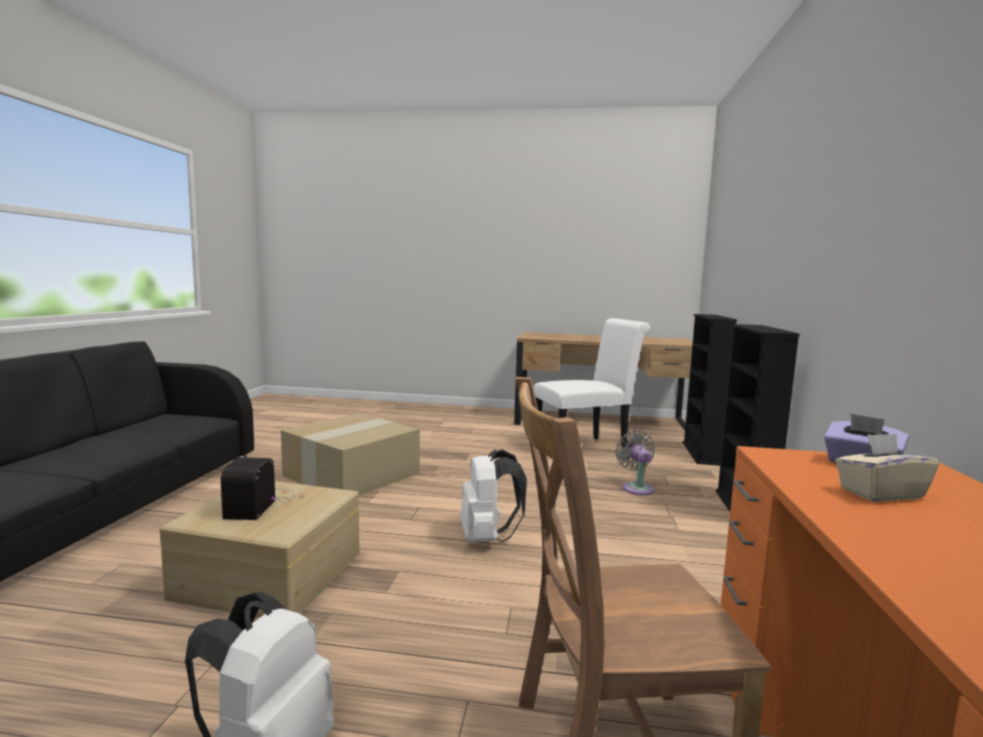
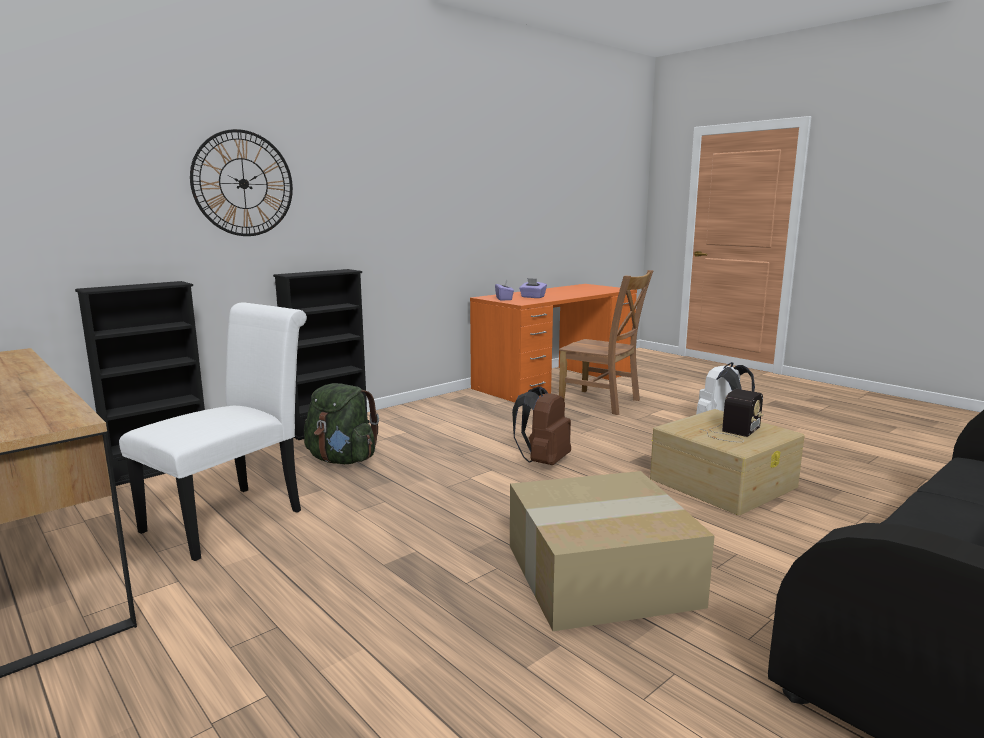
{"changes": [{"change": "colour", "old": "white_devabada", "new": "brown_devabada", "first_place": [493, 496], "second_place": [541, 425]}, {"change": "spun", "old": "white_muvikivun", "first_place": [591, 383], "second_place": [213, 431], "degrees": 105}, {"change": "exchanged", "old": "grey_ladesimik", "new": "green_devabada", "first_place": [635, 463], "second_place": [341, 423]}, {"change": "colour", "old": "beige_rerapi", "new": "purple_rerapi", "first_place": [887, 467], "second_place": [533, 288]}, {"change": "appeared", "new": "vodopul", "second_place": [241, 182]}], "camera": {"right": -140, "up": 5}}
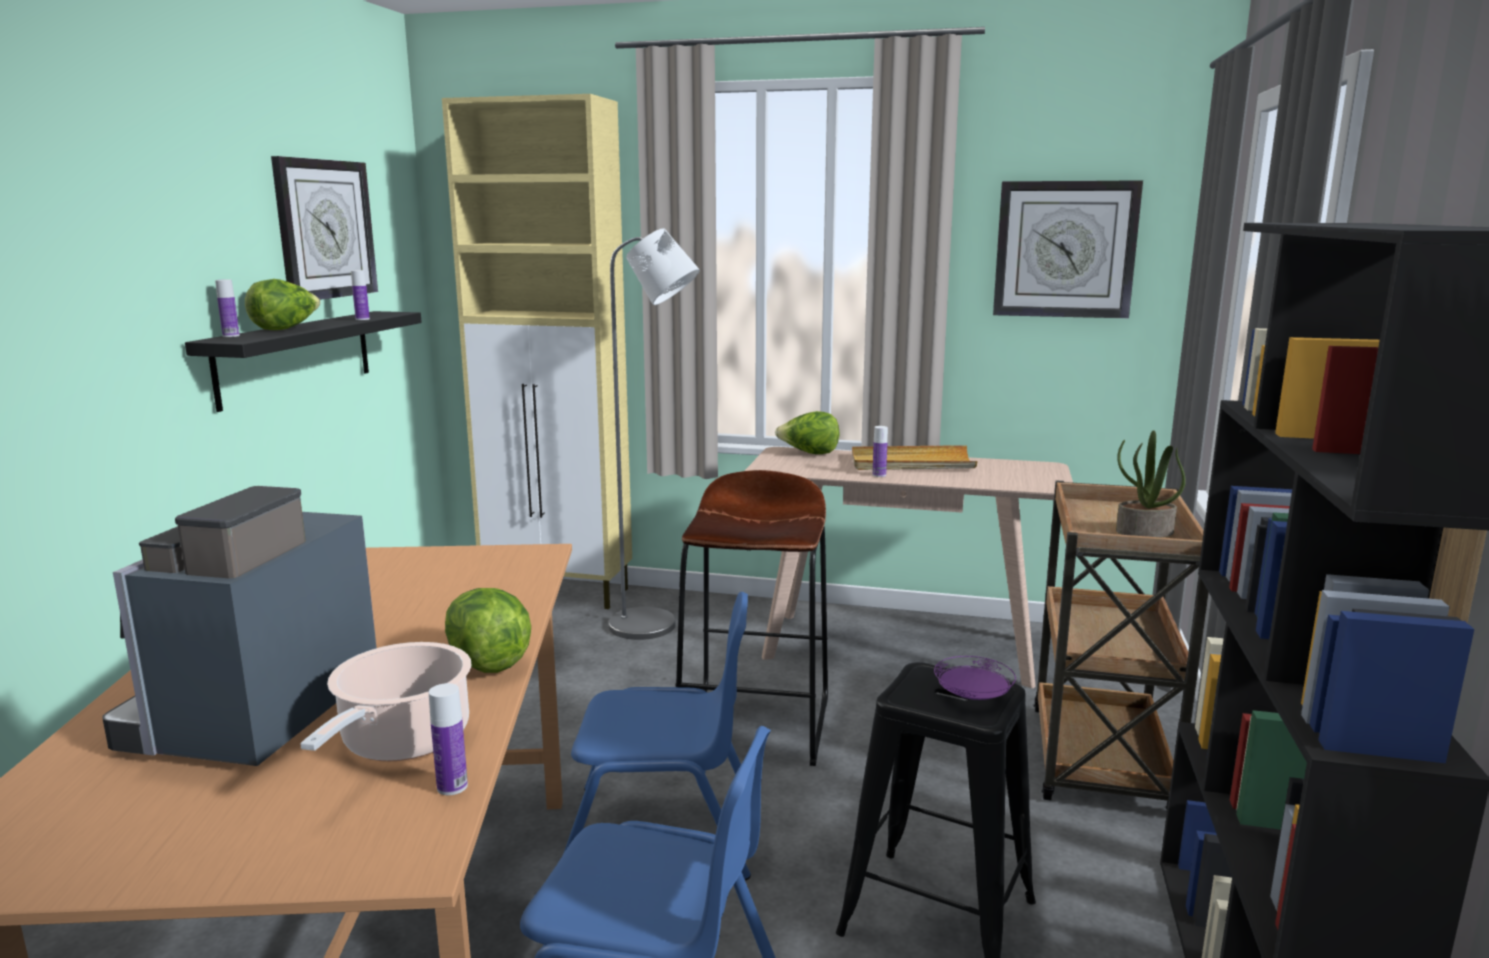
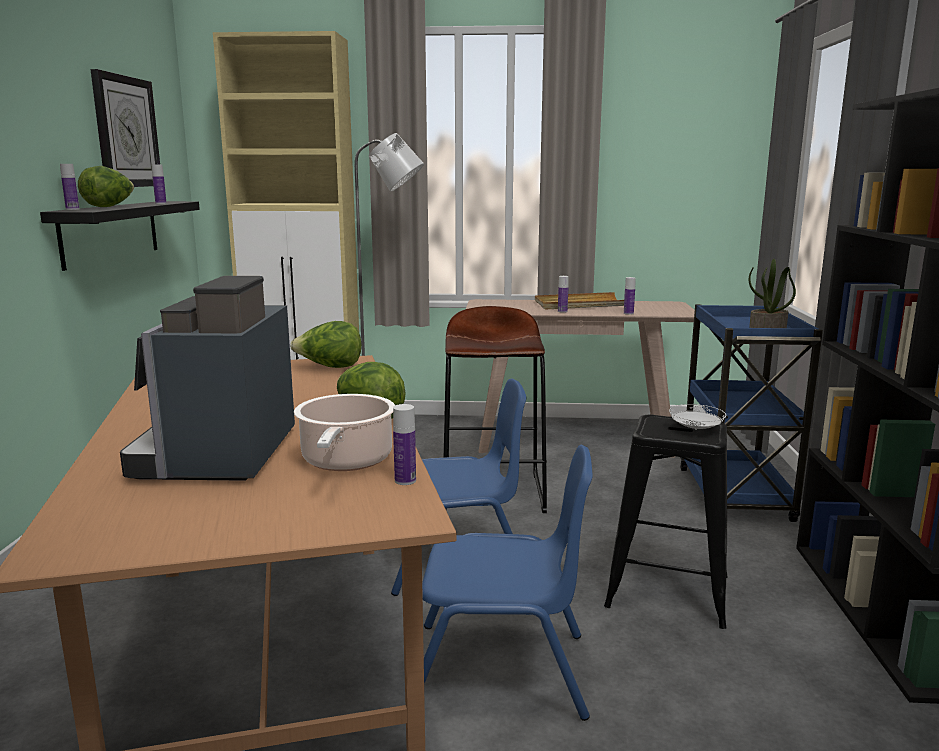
{"changes": [{"change": "relocated", "old": "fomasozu", "first_place": [807, 432], "second_place": [325, 344]}, {"change": "colour", "old": "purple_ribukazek", "new": "white_ribukazek", "first_place": [975, 678], "second_place": [697, 417]}, {"change": "missing", "old": "vodopul", "first_place": [1068, 249]}, {"change": "colour", "old": "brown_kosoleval", "new": "blue_kosoleval", "first_place": [1121, 644], "second_place": [751, 413]}, {"change": "appeared", "new": "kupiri", "second_place": [630, 296]}], "camera": {"right": -10, "up": 0}}
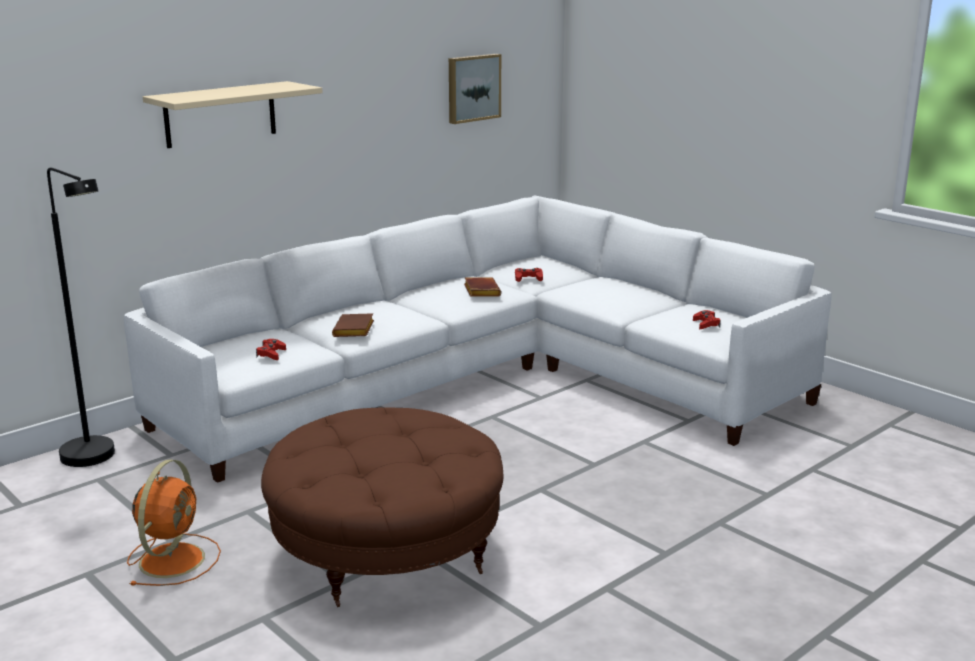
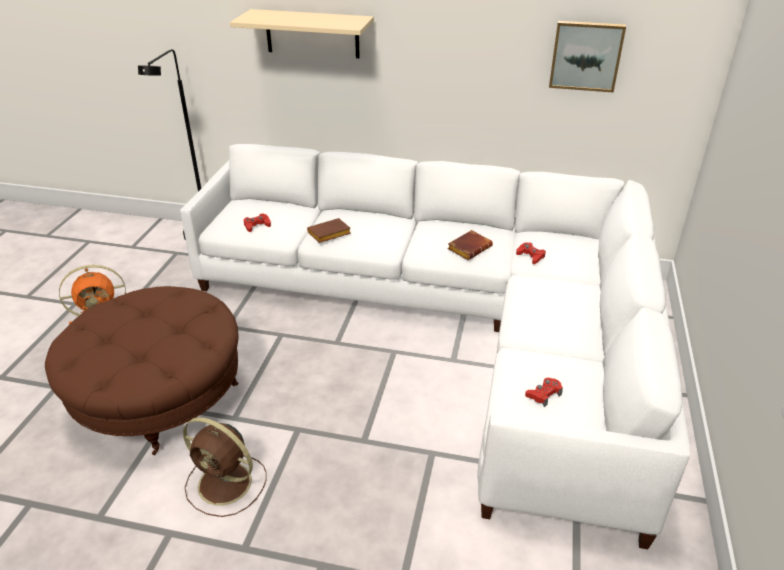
{"changes": [{"change": "appeared", "new": "brown_ladesimik", "second_place": [225, 467]}], "camera": {"right": 55, "up": 15}}
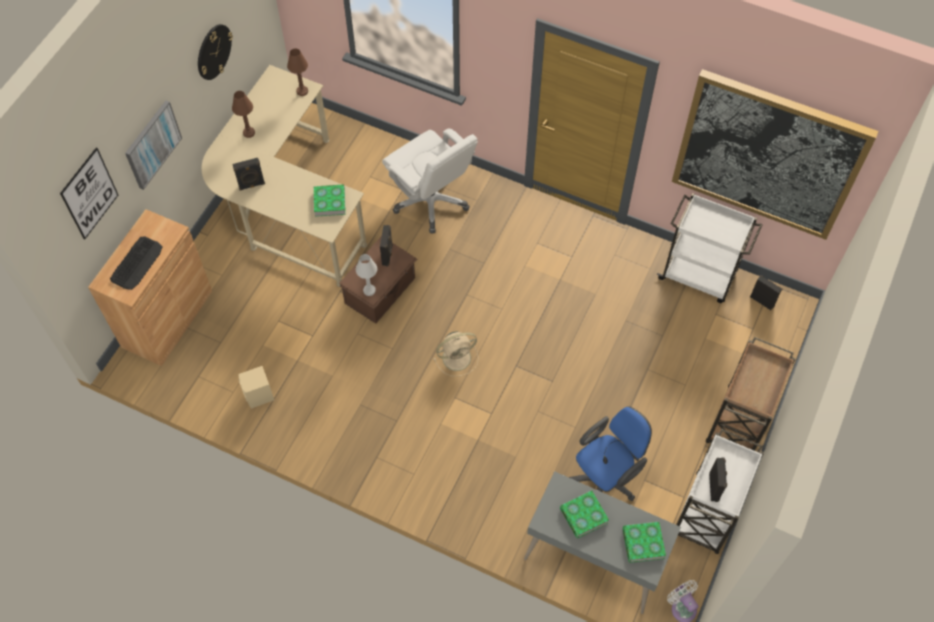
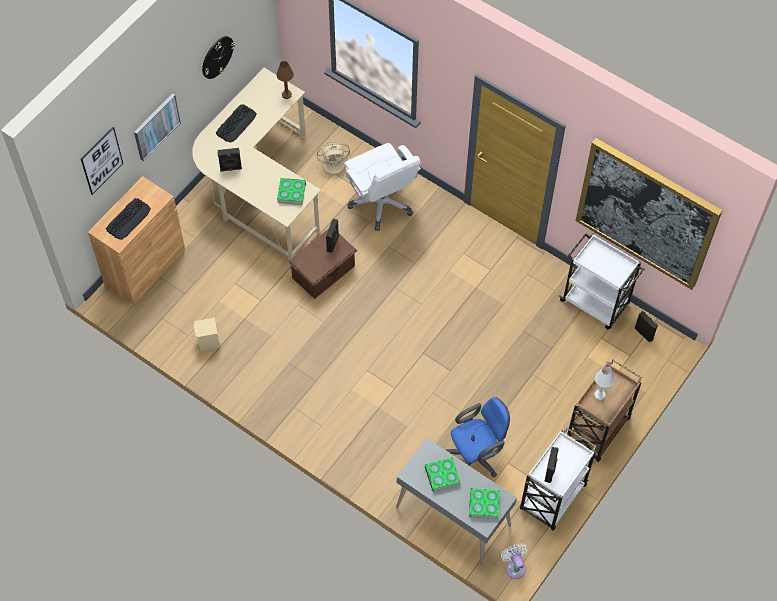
{"changes": [{"change": "exchanged", "old": "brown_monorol", "new": "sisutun", "first_place": [243, 114], "second_place": [236, 123]}, {"change": "relocated", "old": "white_monorol", "first_place": [366, 275], "second_place": [604, 383]}, {"change": "relocated", "old": "beige_ladesimik", "first_place": [456, 353], "second_place": [333, 160]}], "camera": {"right": 10, "up": 0}}
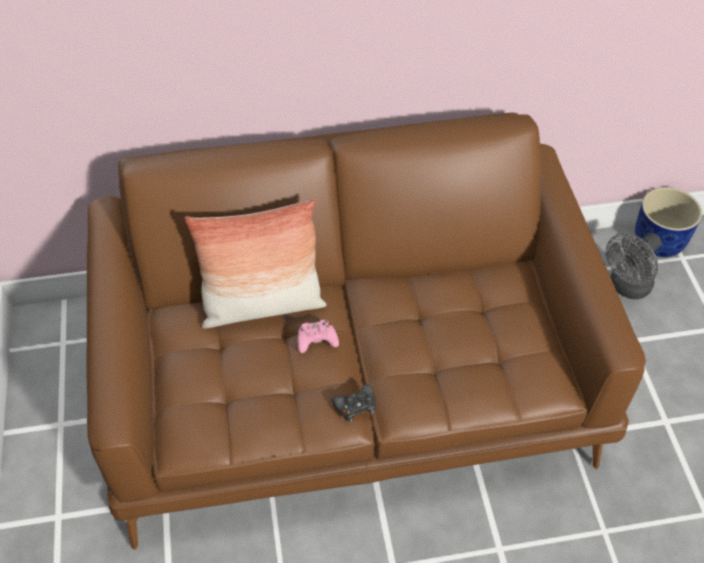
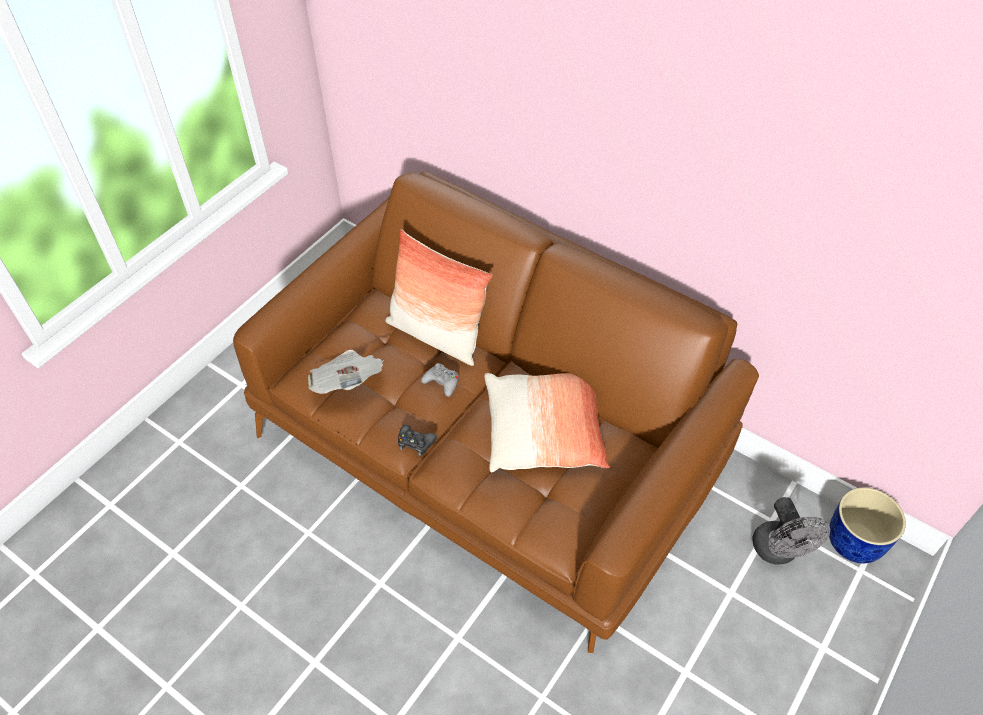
{"changes": [{"change": "colour", "old": "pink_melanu", "new": "grey_melanu", "first_place": [318, 336], "second_place": [440, 380]}, {"change": "spun", "old": "grey_ladesimik", "first_place": [634, 266], "second_place": [791, 531], "degrees": -105}, {"change": "appeared", "new": "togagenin", "second_place": [346, 372]}, {"change": "appeared", "new": "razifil", "second_place": [547, 422]}], "camera": {"right": 45, "up": 0}}
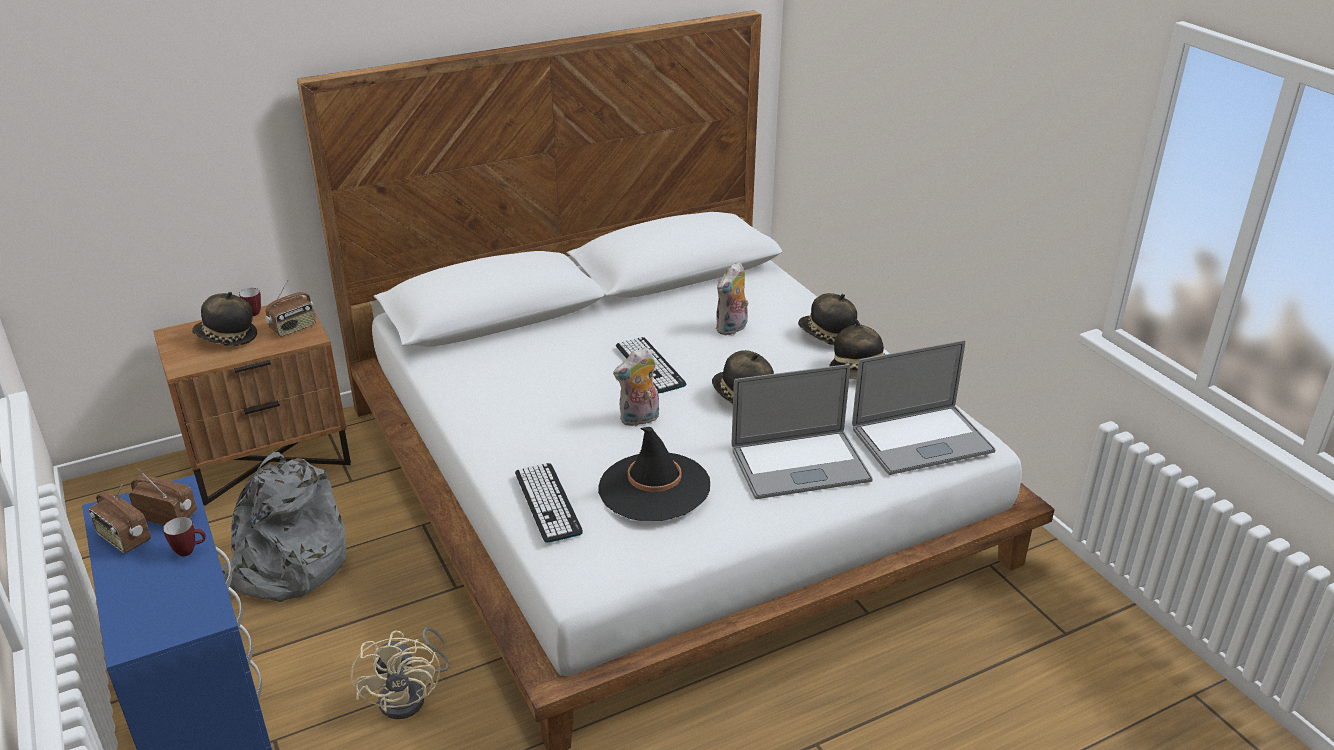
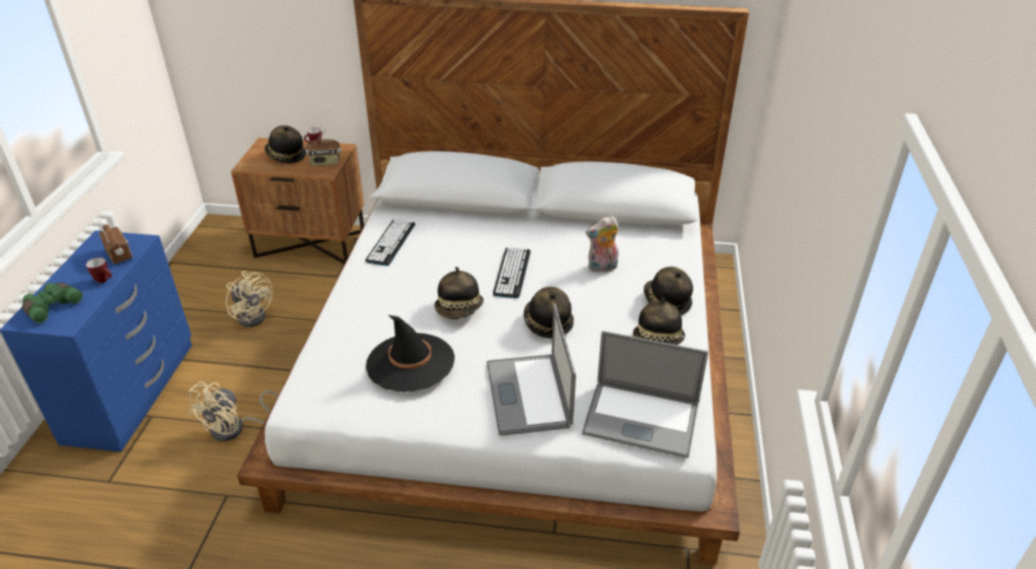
{"changes": [{"change": "missing", "old": "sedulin", "first_place": [120, 518]}, {"change": "exchanged", "old": "grey_devabada", "new": "beige_ladesimik", "first_place": [283, 527], "second_place": [249, 299]}, {"change": "relocated", "old": "sisutun", "first_place": [549, 503], "second_place": [390, 242]}, {"change": "exchanged", "old": "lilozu", "new": "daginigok", "first_place": [636, 386], "second_place": [459, 293]}, {"change": "spun", "old": "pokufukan", "first_place": [802, 431], "second_place": [531, 370], "degrees": 60}, {"change": "appeared", "new": "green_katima", "second_place": [52, 303]}], "camera": {"right": 35, "up": 5}}
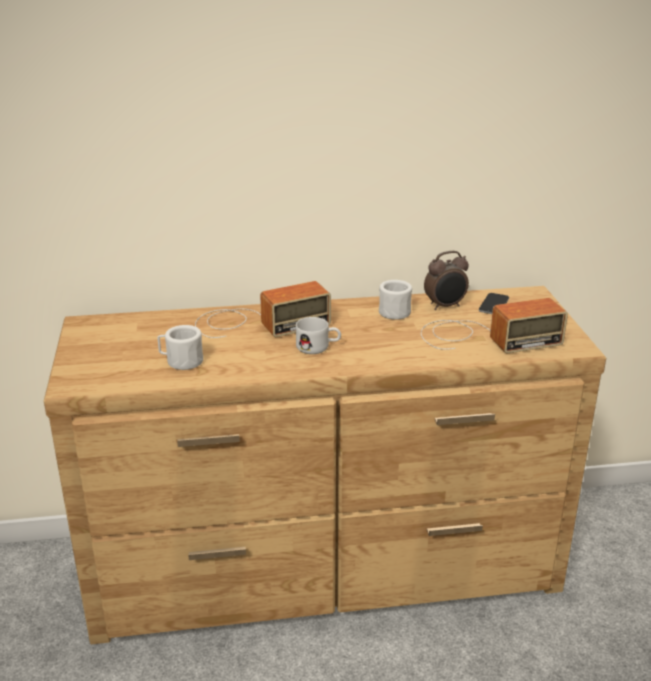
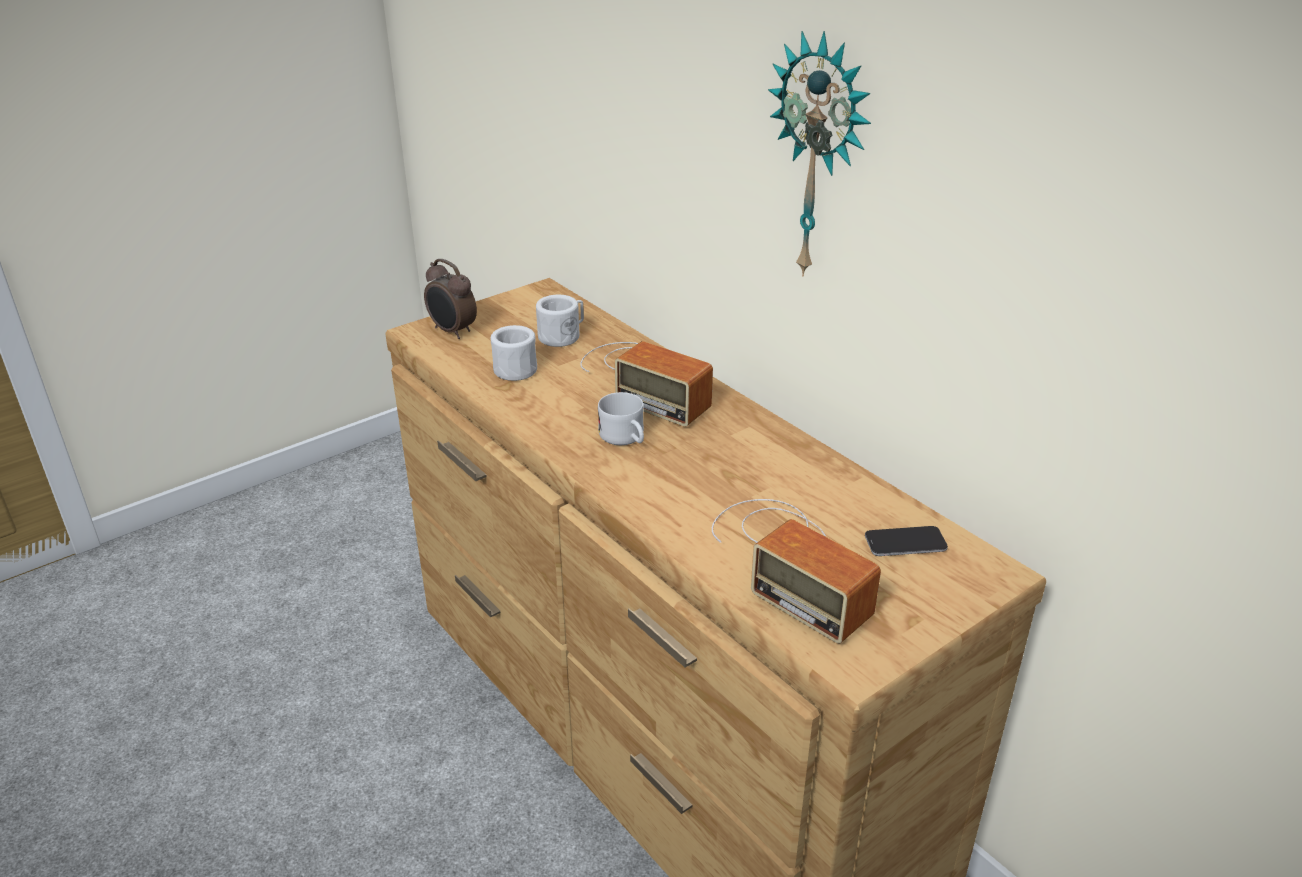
{"changes": [{"change": "relocated", "old": "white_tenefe", "first_place": [395, 300], "second_place": [560, 321]}, {"change": "relocated", "old": "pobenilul", "first_place": [446, 280], "second_place": [450, 299]}, {"change": "appeared", "new": "vodopul", "second_place": [819, 153]}], "camera": {"right": 60, "up": 5}}
